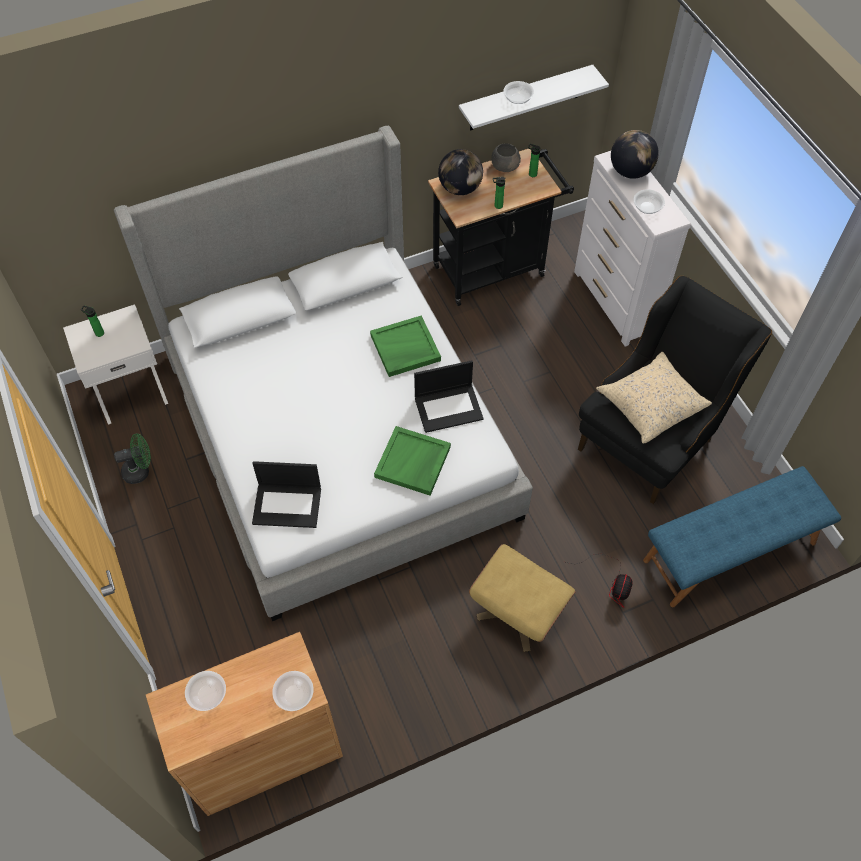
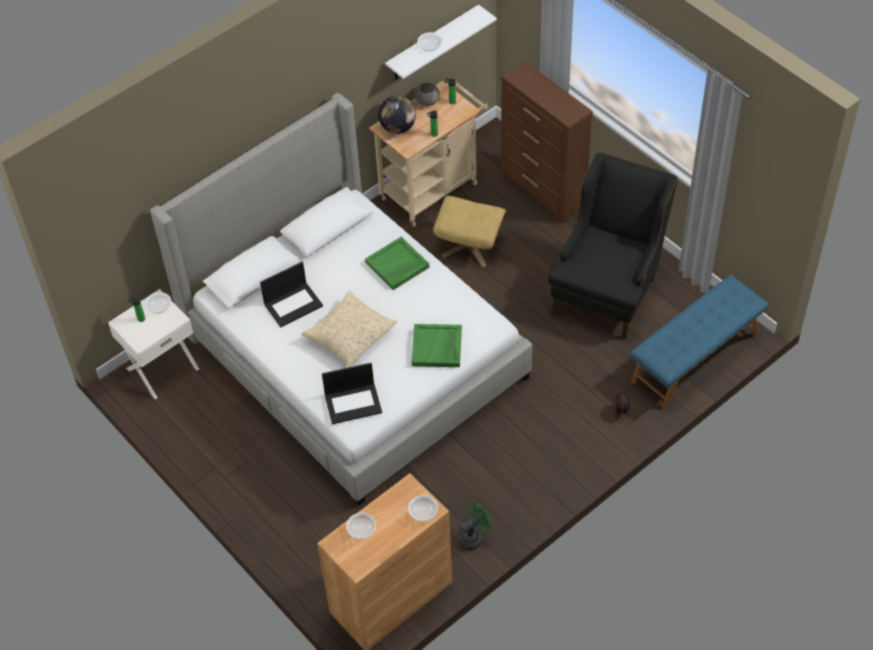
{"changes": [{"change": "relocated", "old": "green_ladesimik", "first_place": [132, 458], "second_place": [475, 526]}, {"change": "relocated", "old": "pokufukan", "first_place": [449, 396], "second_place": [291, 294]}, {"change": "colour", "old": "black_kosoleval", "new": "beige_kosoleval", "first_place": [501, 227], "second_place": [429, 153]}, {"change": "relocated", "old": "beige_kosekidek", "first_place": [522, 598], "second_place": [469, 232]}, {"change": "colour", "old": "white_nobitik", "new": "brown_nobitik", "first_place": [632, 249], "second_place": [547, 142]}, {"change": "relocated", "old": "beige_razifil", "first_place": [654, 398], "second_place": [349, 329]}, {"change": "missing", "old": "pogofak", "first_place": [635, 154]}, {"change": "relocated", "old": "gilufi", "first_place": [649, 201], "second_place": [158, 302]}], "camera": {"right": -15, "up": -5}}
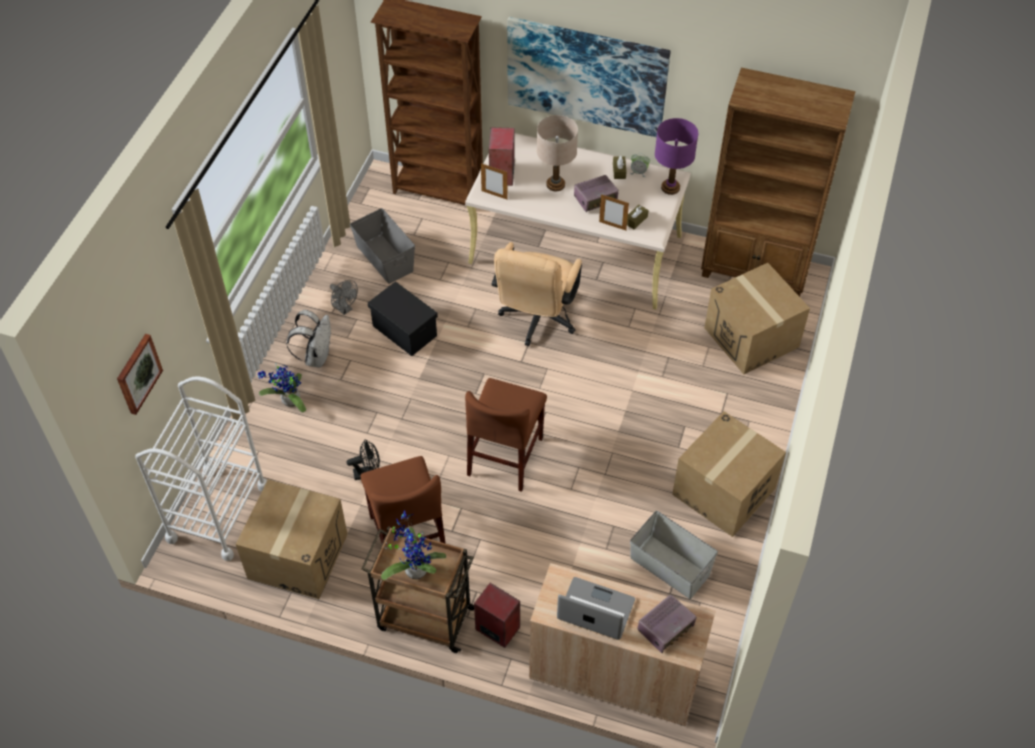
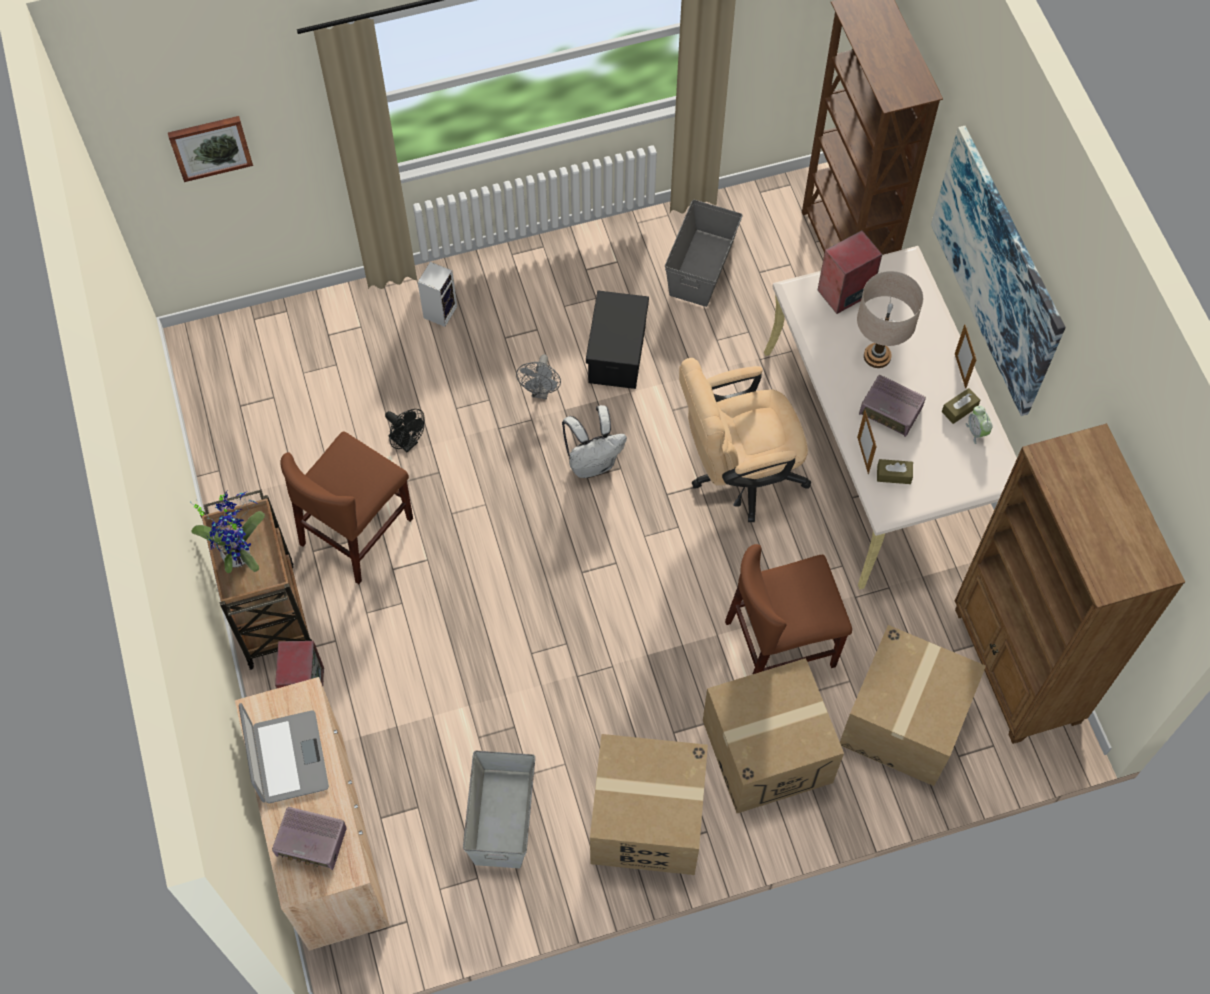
{"changes": [{"change": "missing", "old": "white_kosoleval", "first_place": [201, 468]}, {"change": "relocated", "old": "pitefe", "first_place": [292, 539], "second_place": [773, 735]}, {"change": "exchanged", "old": "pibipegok", "new": "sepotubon", "first_place": [282, 387], "second_place": [437, 294]}, {"change": "relocated", "old": "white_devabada", "first_place": [308, 339], "second_place": [594, 441]}, {"change": "relocated", "old": "grey_ladesimik", "first_place": [344, 297], "second_place": [538, 377]}, {"change": "relocated", "old": "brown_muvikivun", "first_place": [506, 435], "second_place": [788, 609]}, {"change": "relocated", "old": "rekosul", "first_place": [494, 181], "second_place": [965, 356]}, {"change": "missing", "old": "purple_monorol", "first_place": [676, 156]}], "camera": {"right": 55, "up": 10}}
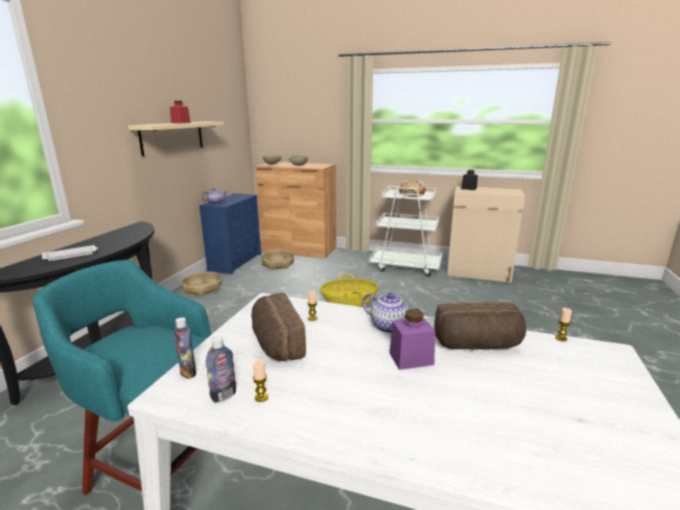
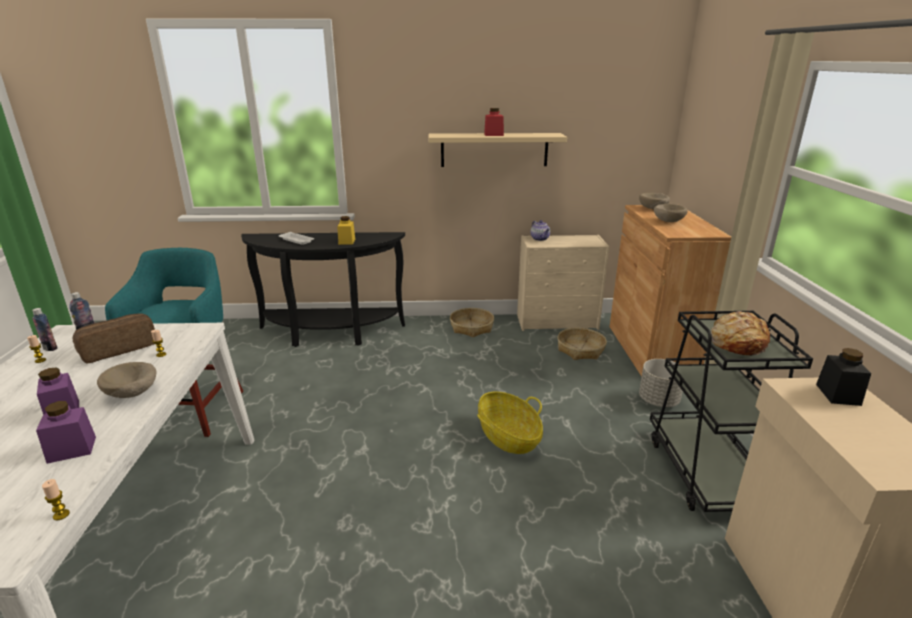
{"changes": [{"change": "colour", "old": "blue_nobitik", "new": "beige_nobitik", "first_place": [230, 233], "second_place": [563, 283]}, {"change": "exchanged", "old": "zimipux", "new": "beige_gilufi", "first_place": [391, 313], "second_place": [126, 380]}, {"change": "colour", "old": "white_kosoleval", "new": "black_kosoleval", "first_place": [405, 229], "second_place": [731, 411]}, {"change": "exchanged", "old": "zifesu", "new": "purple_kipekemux", "first_place": [480, 325], "second_place": [66, 432]}, {"change": "appeared", "new": "yellow_kipekemux", "second_place": [346, 230]}, {"change": "appeared", "new": "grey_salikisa", "second_place": [661, 383]}], "camera": {"right": 70, "up": 5}}
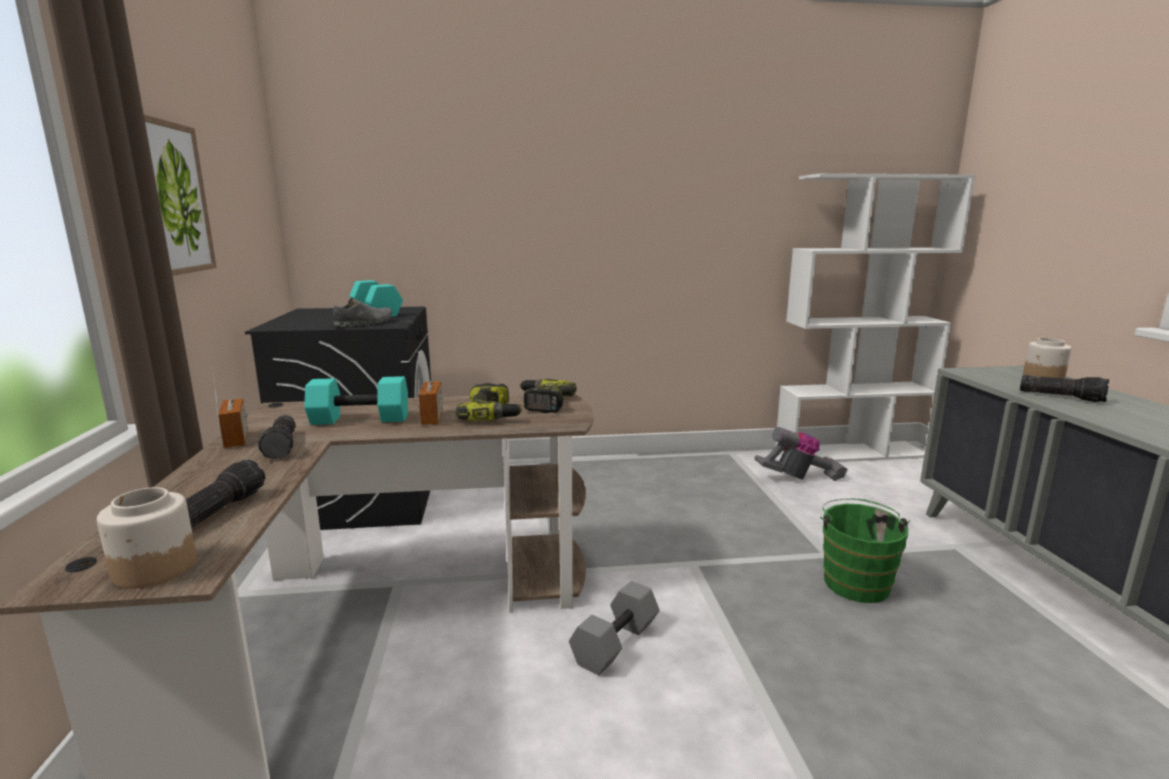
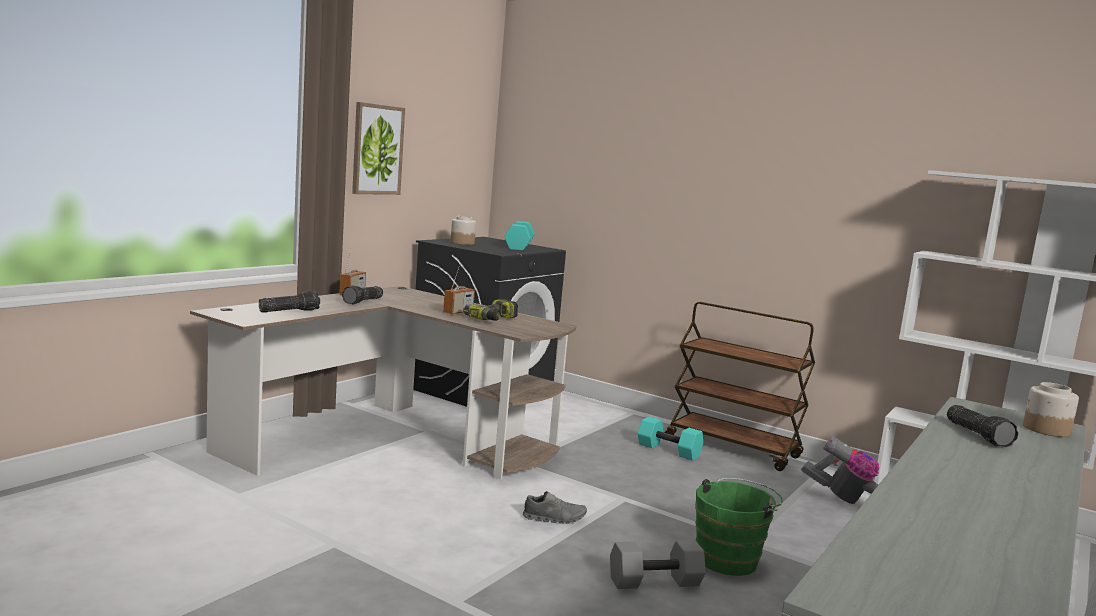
{"changes": [{"change": "relocated", "old": "kipekemux", "first_place": [147, 538], "second_place": [463, 230]}, {"change": "relocated", "old": "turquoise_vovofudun", "first_place": [356, 400], "second_place": [670, 438]}, {"change": "relocated", "old": "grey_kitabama", "first_place": [362, 312], "second_place": [555, 507]}, {"change": "missing", "old": "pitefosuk", "first_place": [548, 396]}, {"change": "relocated", "old": "grey_vovofudun", "first_place": [614, 628], "second_place": [658, 564]}, {"change": "appeared", "new": "brown_kosoleval", "second_place": [740, 386]}], "camera": {"right": 40, "up": -5}}
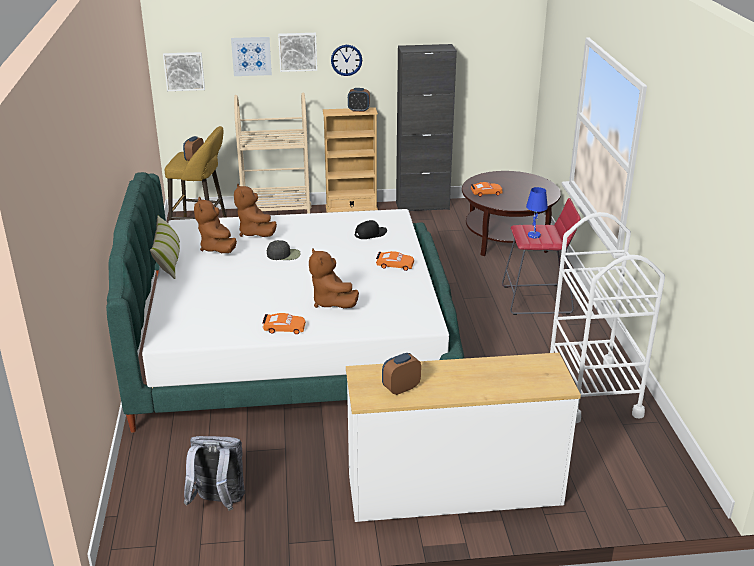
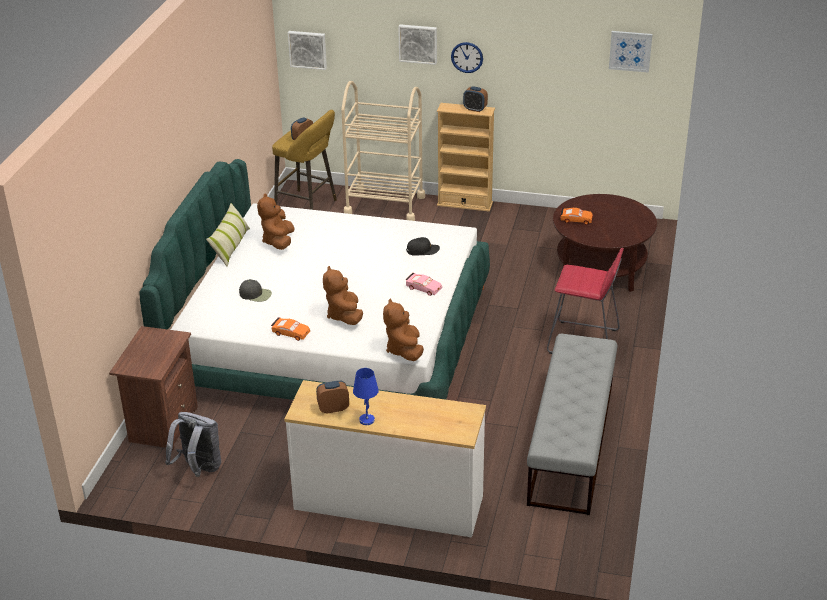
{"changes": [{"change": "relocated", "old": "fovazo", "first_place": [251, 56], "second_place": [630, 52]}, {"change": "relocated", "old": "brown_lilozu", "first_place": [255, 210], "second_place": [403, 329]}, {"change": "relocated", "old": "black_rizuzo", "first_place": [284, 250], "second_place": [255, 290]}, {"change": "colour", "old": "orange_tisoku", "new": "pink_tisoku", "first_place": [395, 261], "second_place": [423, 284]}, {"change": "missing", "old": "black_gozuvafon", "first_place": [426, 127]}, {"change": "relocated", "old": "blue_monorol", "first_place": [537, 212], "second_place": [366, 396]}, {"change": "exchanged", "old": "white_kosoleval", "new": "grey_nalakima", "first_place": [607, 317], "second_place": [572, 424]}, {"change": "appeared", "new": "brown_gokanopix", "second_place": [153, 388]}], "camera": {"right": 20, "up": 5}}
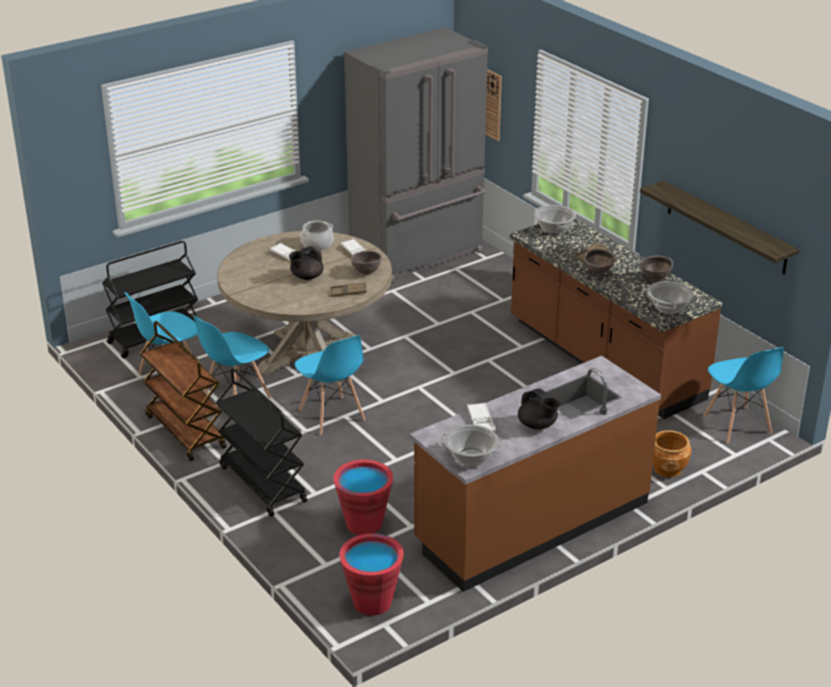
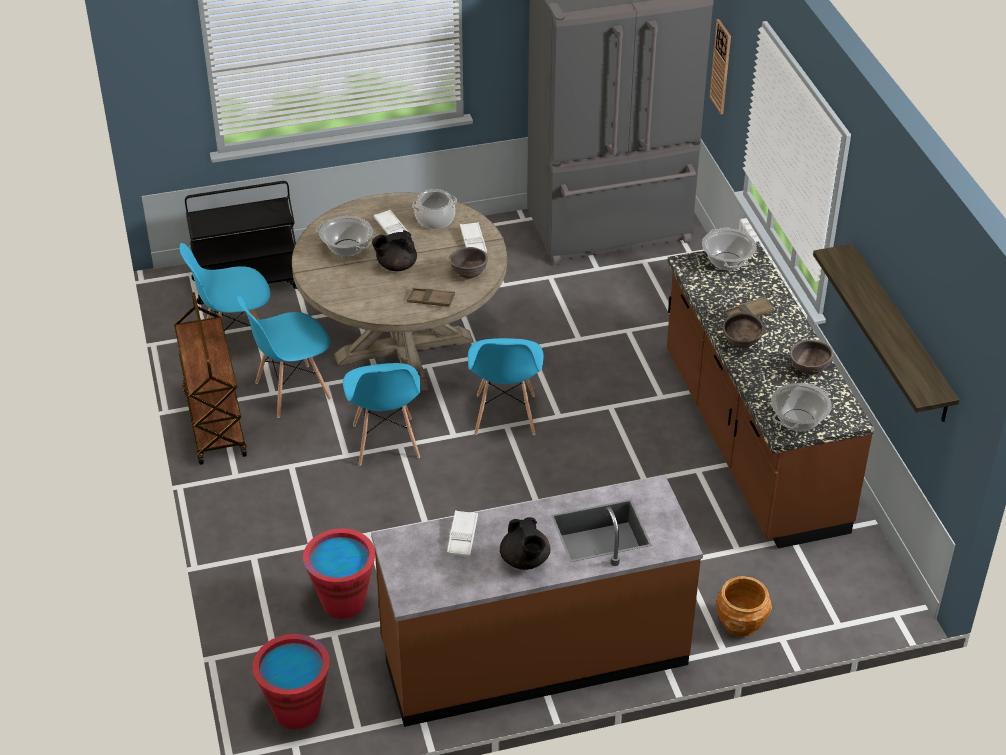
{"changes": [{"change": "missing", "old": "black_kosoleval", "first_place": [261, 442]}, {"change": "relocated", "old": "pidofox", "first_place": [471, 445], "second_place": [345, 236]}, {"change": "relocated", "old": "blue_muvikivun", "first_place": [743, 395], "second_place": [506, 386]}], "camera": {"right": 20, "up": 10}}
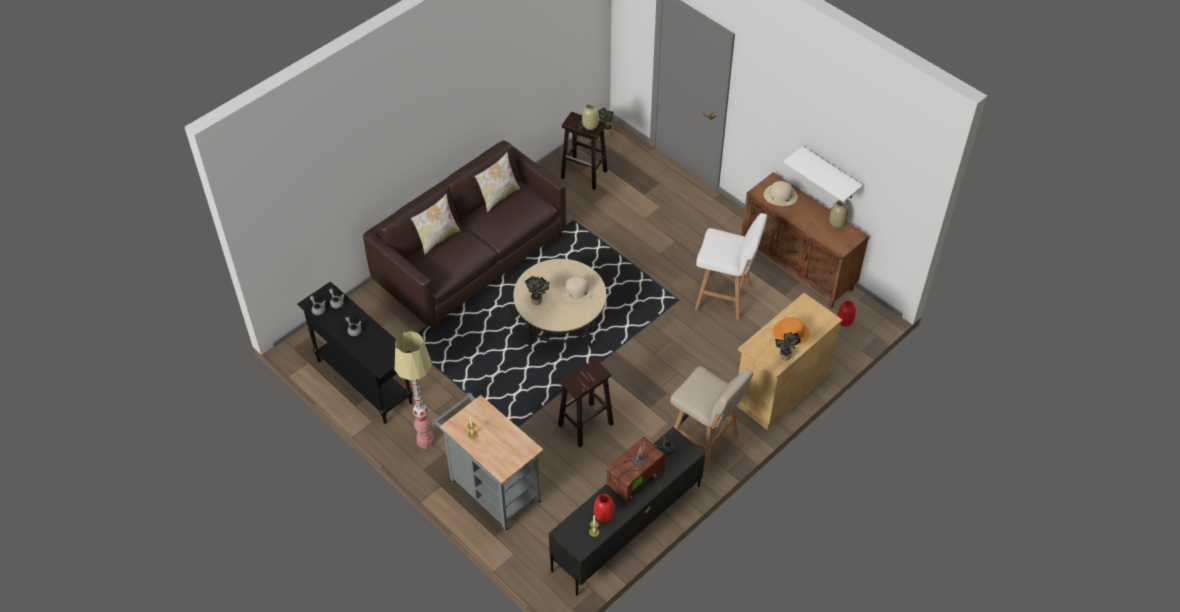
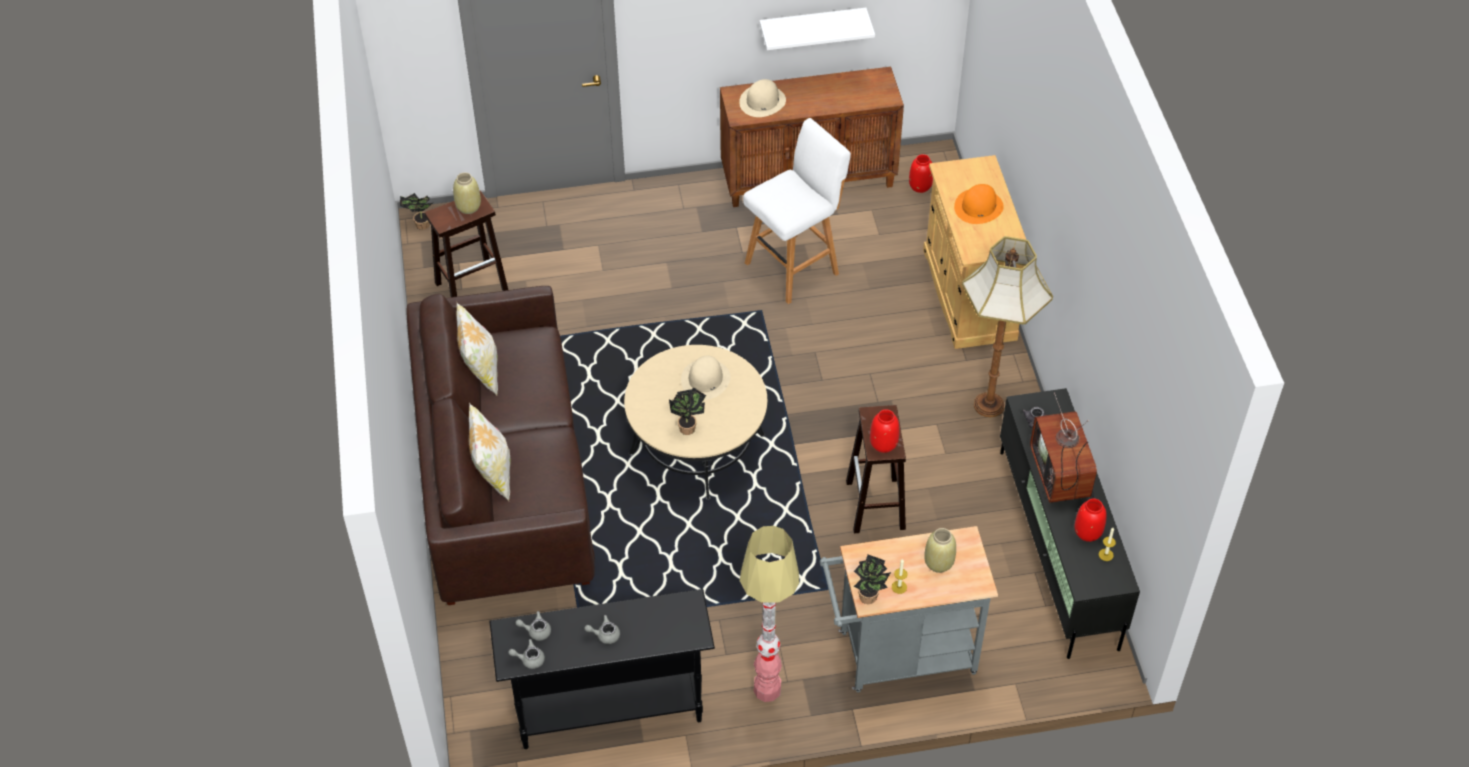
{"changes": [{"change": "exchanged", "old": "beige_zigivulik", "new": "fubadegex", "first_place": [711, 418], "second_place": [1007, 326]}, {"change": "relocated", "old": "pibipegok", "first_place": [788, 346], "second_place": [872, 579]}, {"change": "relocated", "old": "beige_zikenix", "first_place": [839, 214], "second_place": [940, 550]}, {"change": "appeared", "new": "red_zikenix", "second_place": [884, 431]}], "camera": {"right": -55, "up": 0}}
